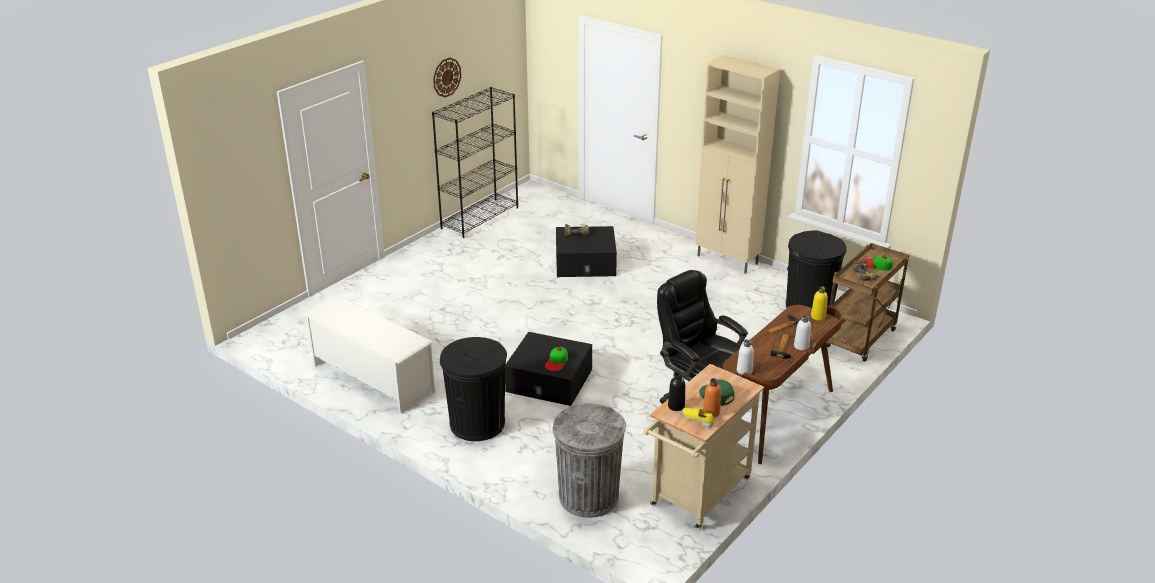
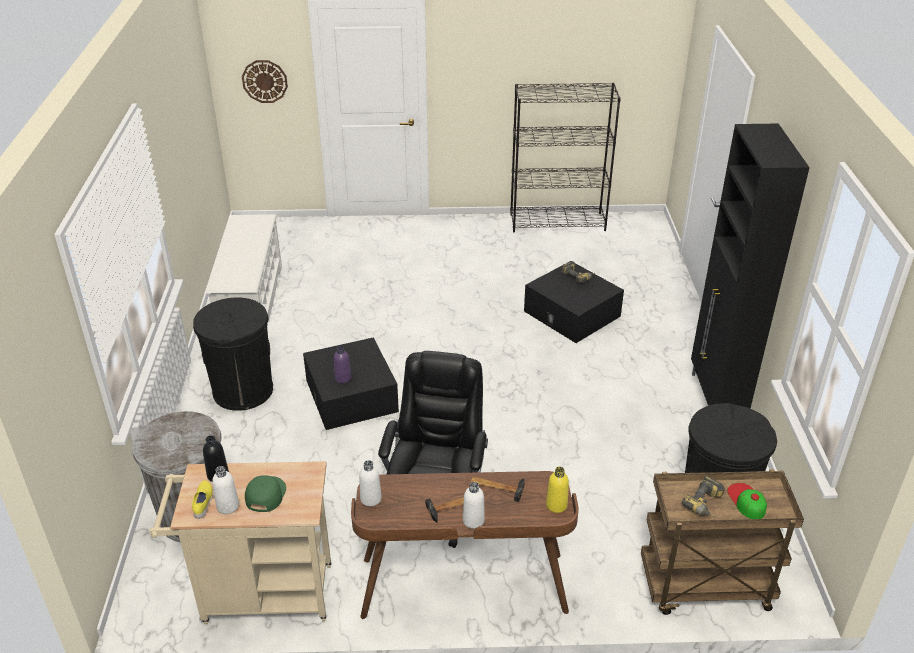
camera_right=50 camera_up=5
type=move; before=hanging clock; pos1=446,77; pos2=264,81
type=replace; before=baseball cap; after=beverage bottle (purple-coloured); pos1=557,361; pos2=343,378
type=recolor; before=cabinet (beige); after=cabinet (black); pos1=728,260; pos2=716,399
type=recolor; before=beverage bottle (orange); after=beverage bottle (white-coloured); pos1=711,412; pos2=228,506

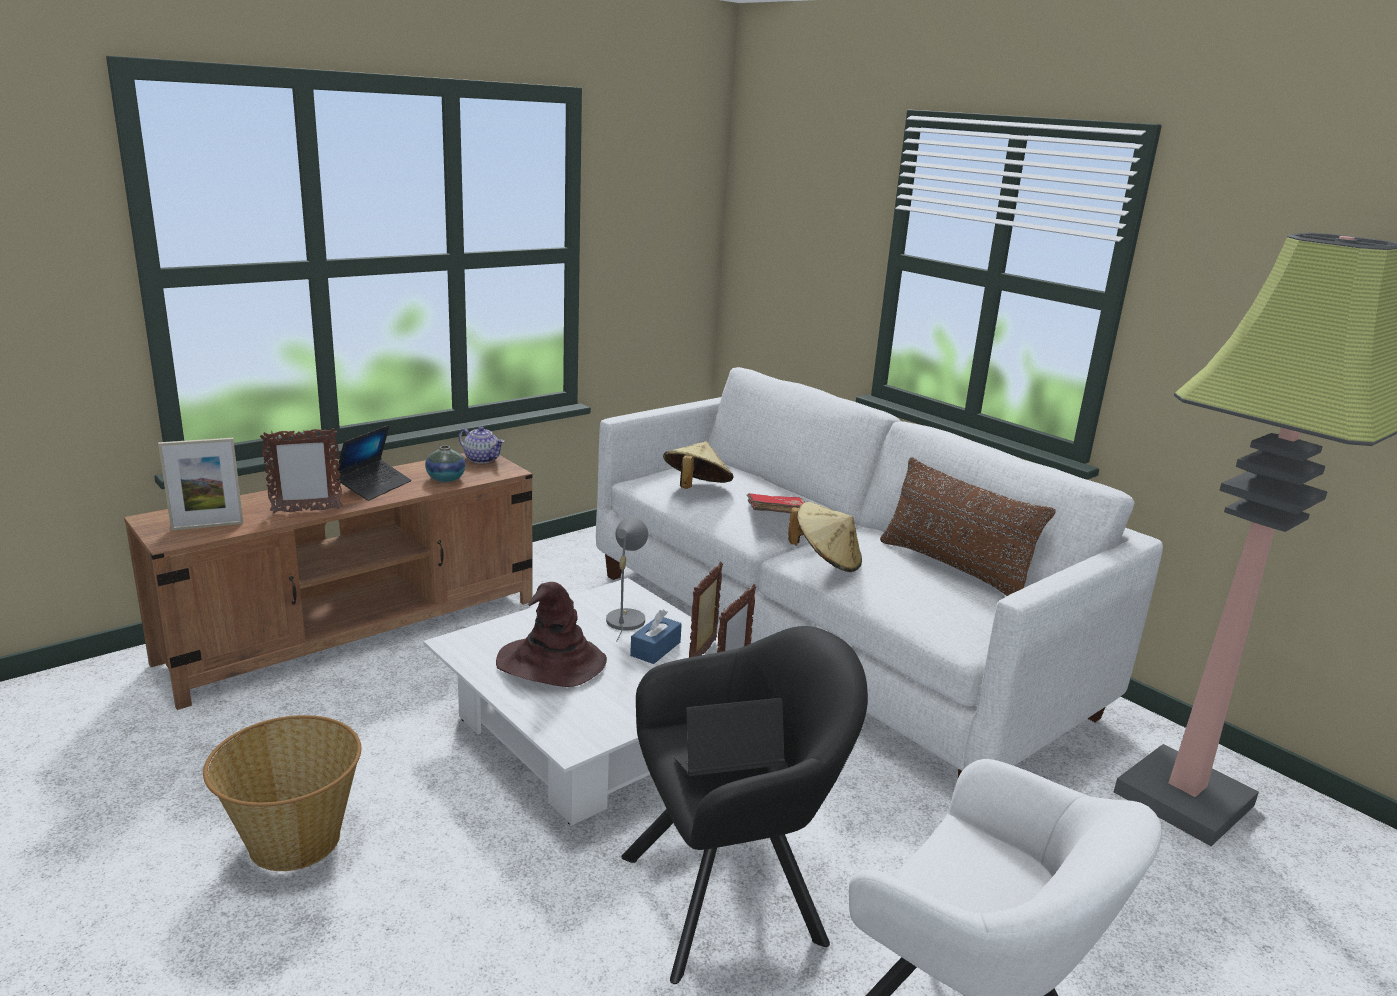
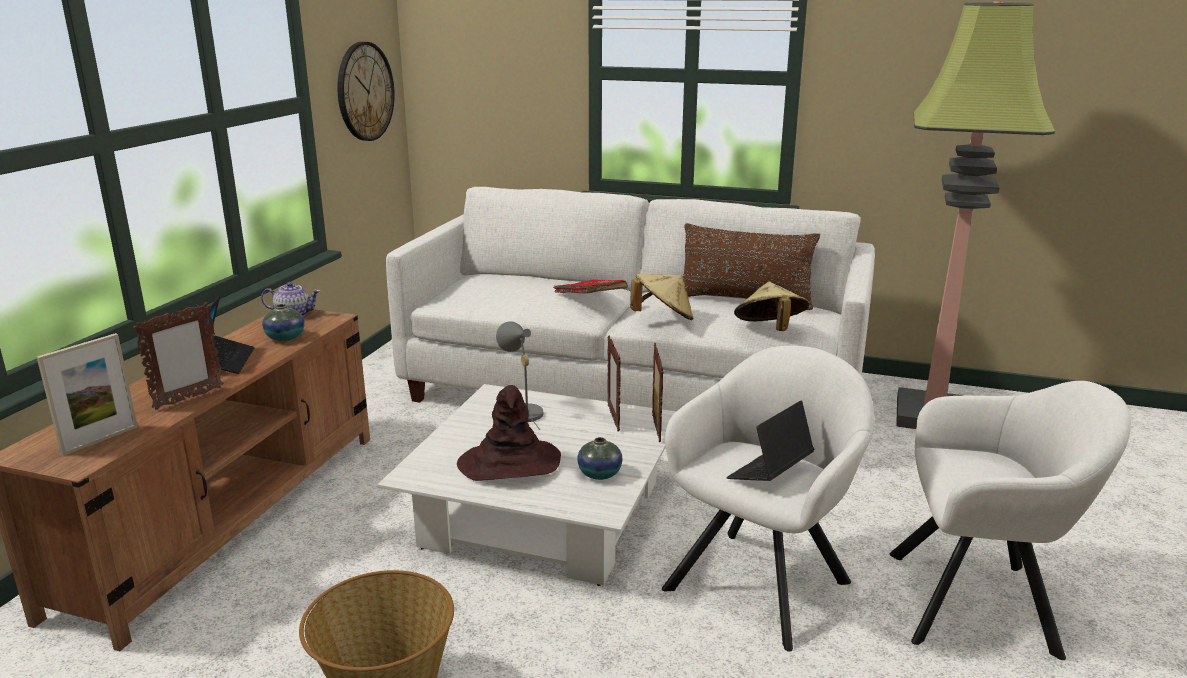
camera_right=-30 camera_up=0
type=recolor; before=lounge chair (black); after=lounge chair (white-coloured); pos1=734,896; pos2=763,580
type=delete; before=tissue box (bluish); pos1=655,649
type=move; before=hat (beige); pos1=696,489; pos2=769,330
type=insert; after=hanging clock; pos2=364,91
type=insert; after=decorative vase; pos2=599,474

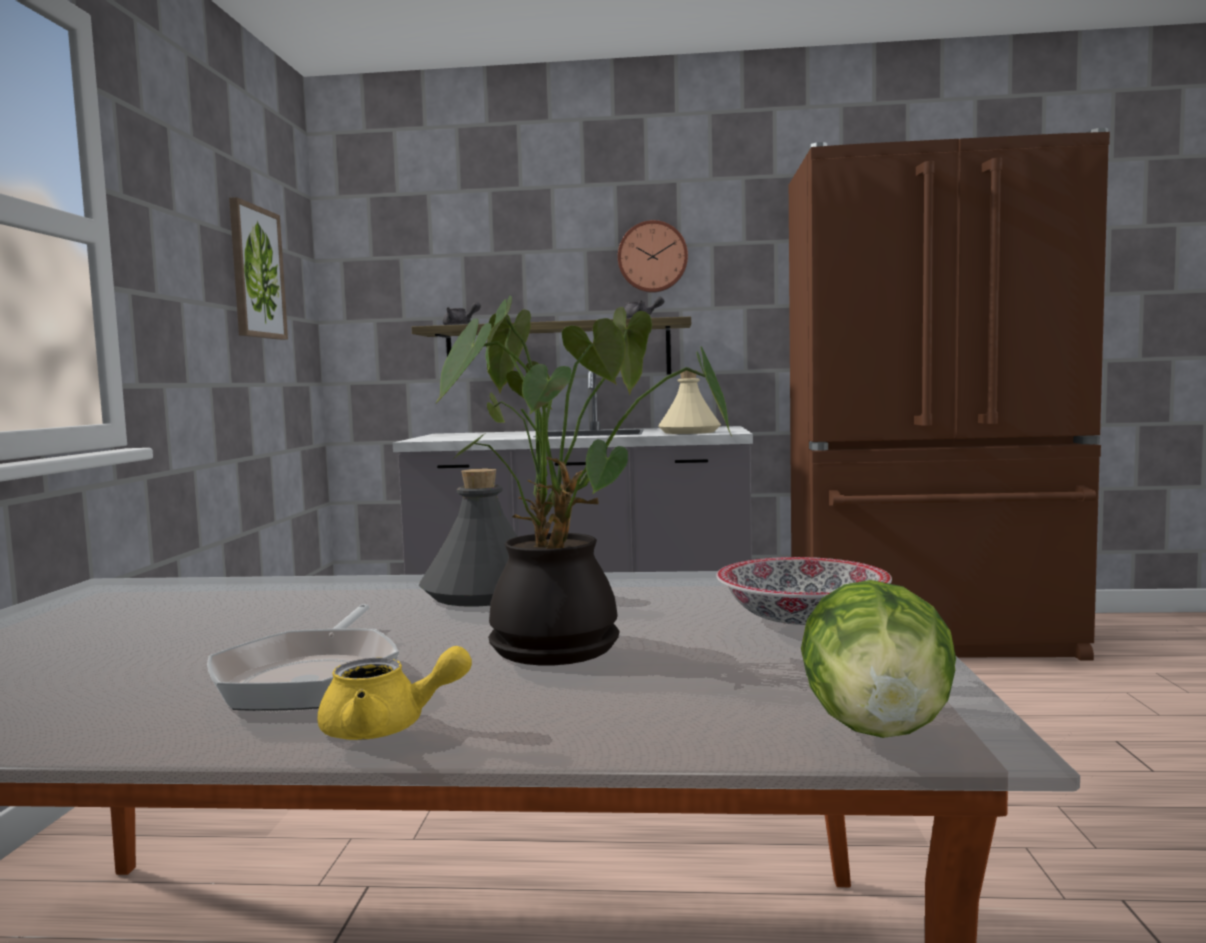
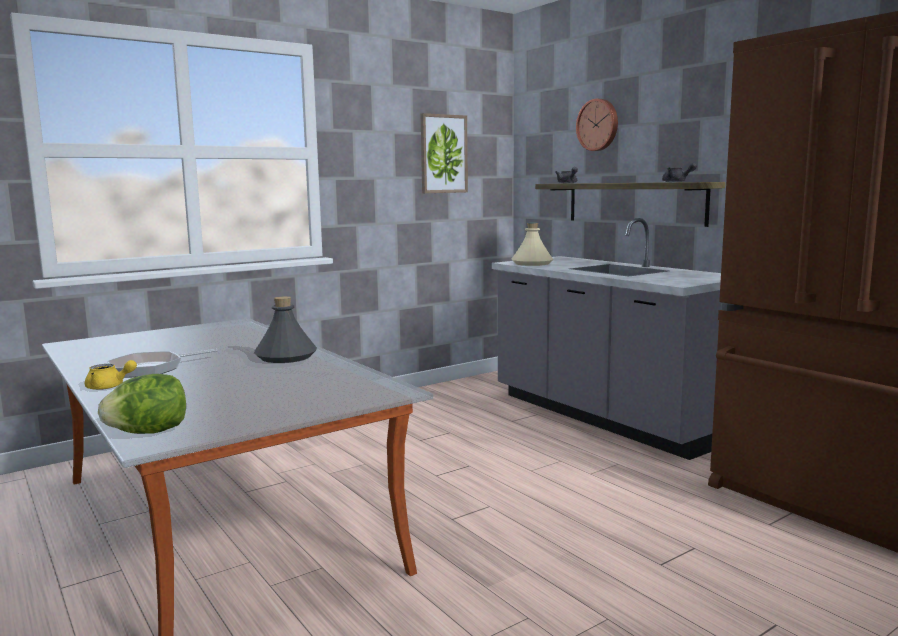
camera_right=50 camera_up=5
type=rotate; before=tea pot (yellowish); pos1=387,728; pos2=109,387; turn=-45
type=delete; before=houseplant; pos1=567,648
type=move; before=hanging clock; pos1=652,257; pos2=598,125
type=move; before=beverage bottle (beige); pos1=690,432; pos2=532,263
type=delete; before=bowl; pos1=804,619

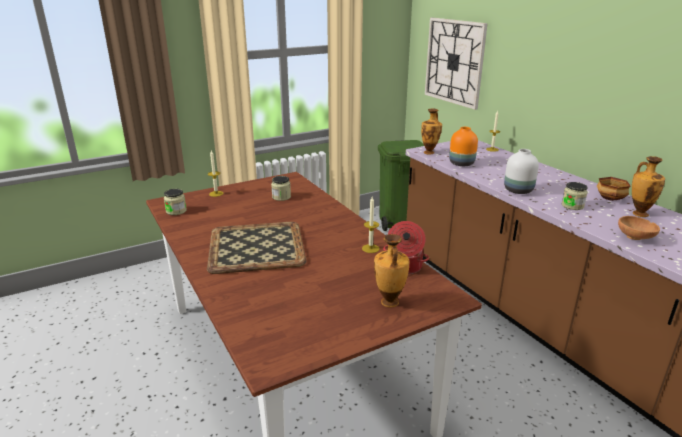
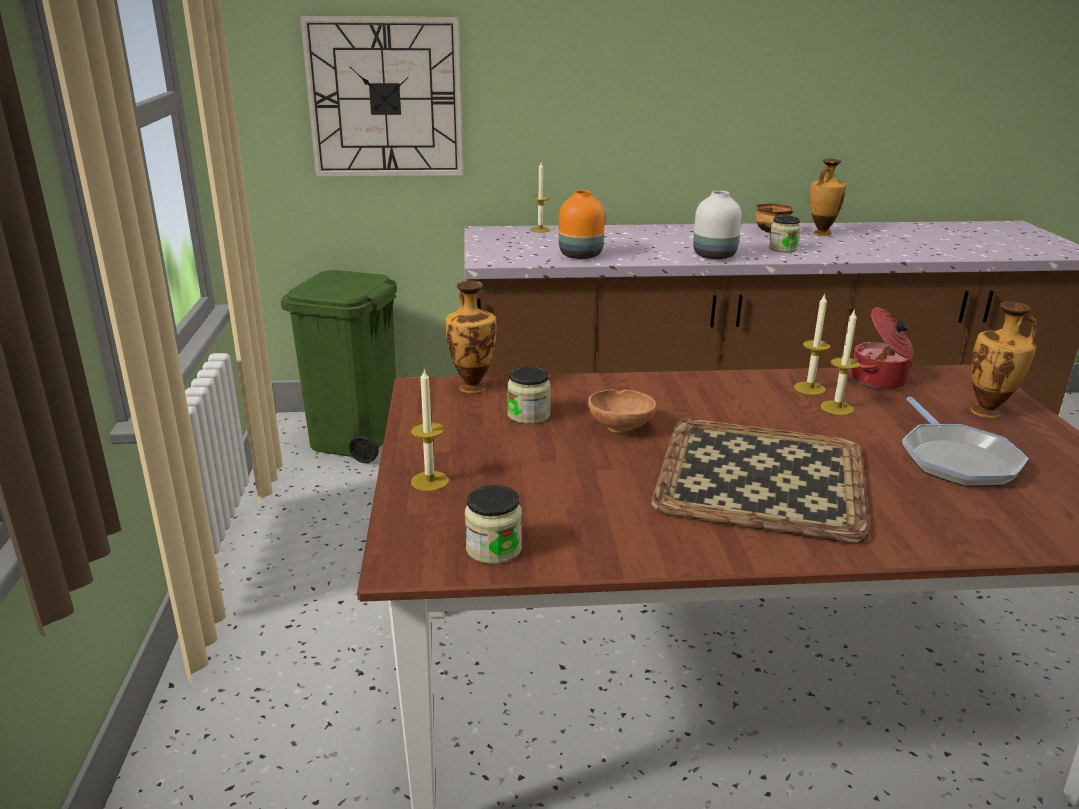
camera_right=-65 camera_up=0
type=move; before=decorative vase; pos1=429,152; pos2=472,387
type=move; before=bowl (brownish); pos1=636,238; pos2=622,427
type=insert; after=wax light; pos2=837,408
type=insert; after=frying pan; pos2=956,459

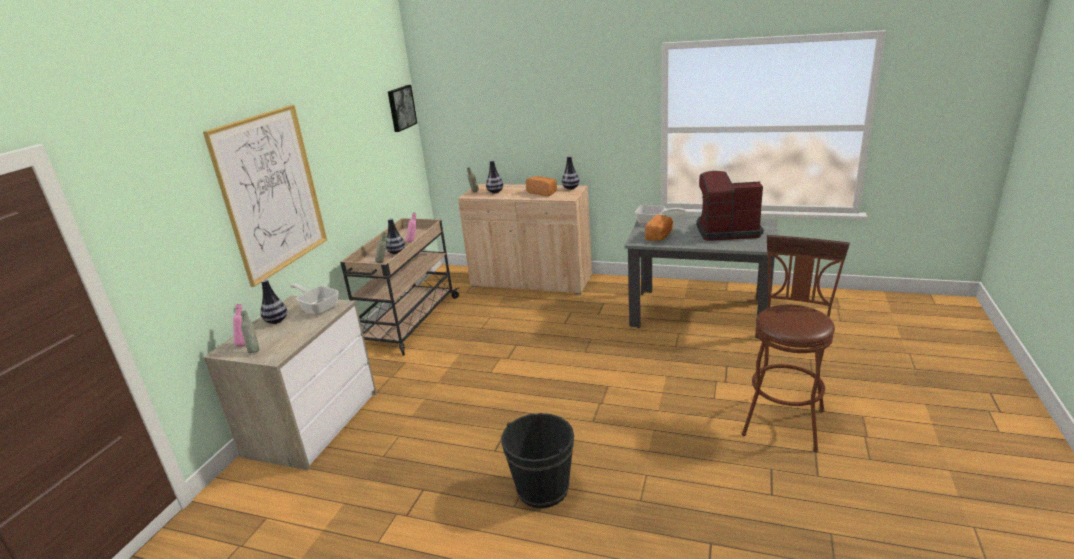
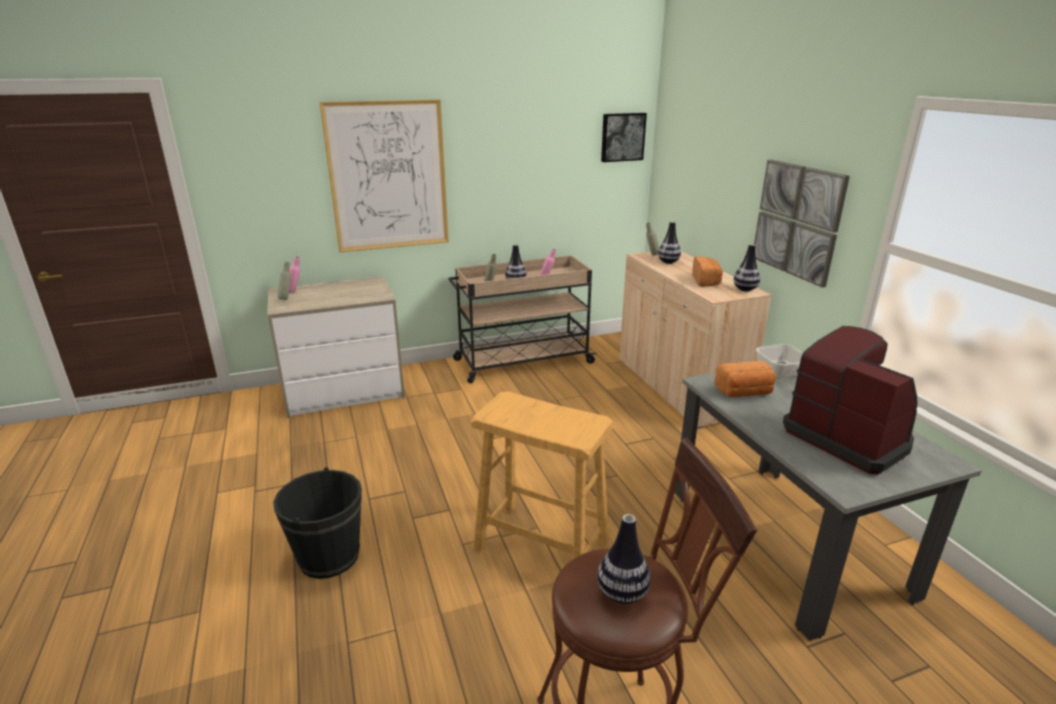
camera_right=50 camera_up=0
type=move; before=decorative vase; pos1=276,321; pos2=622,593
type=delete; before=frying pan; pos1=318,307
type=insert; after=stool (beige); pos2=542,545
type=insert; after=wall picture; pos2=797,221

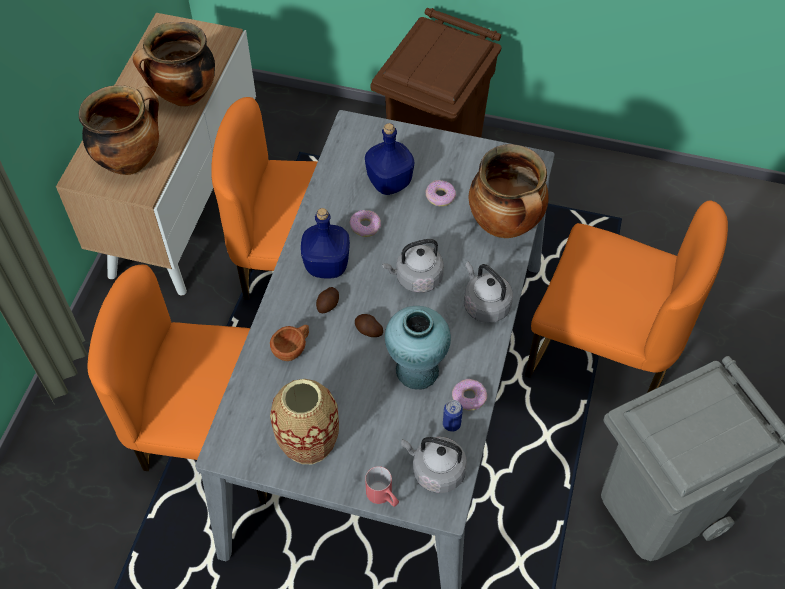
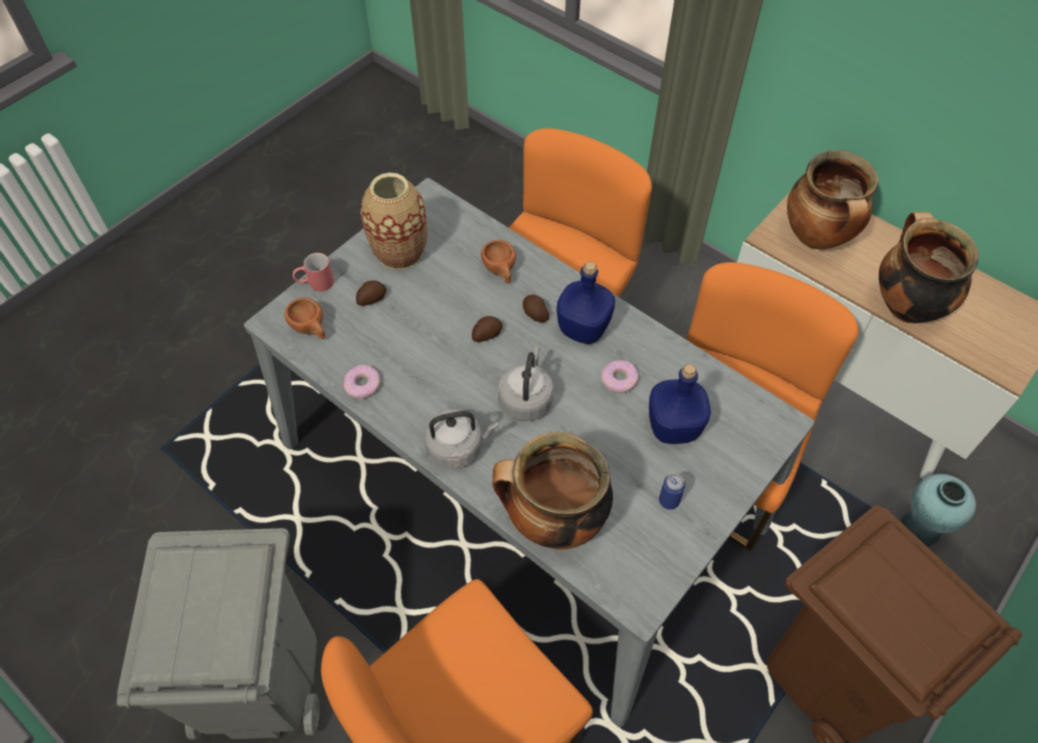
camera_right=115 camera_up=0
type=move; before=decorative vase (turquoise-coloured); pos1=417,371; pos2=920,528
type=replace; before=water kettle (greyish); after=small cup (brownish); pos1=435,471; pos2=311,329
type=delete; before=donut; pos1=440,196
type=move; before=sealed can; pos1=451,424; pos2=669,501
type=insert; after=whole potato; pos2=371,298

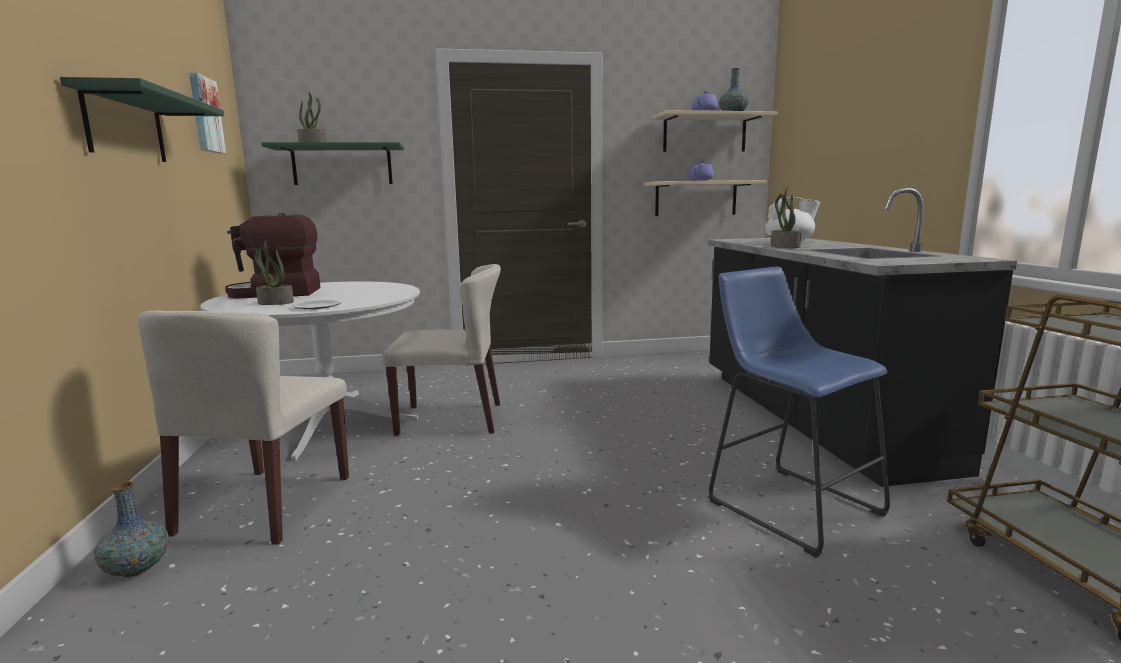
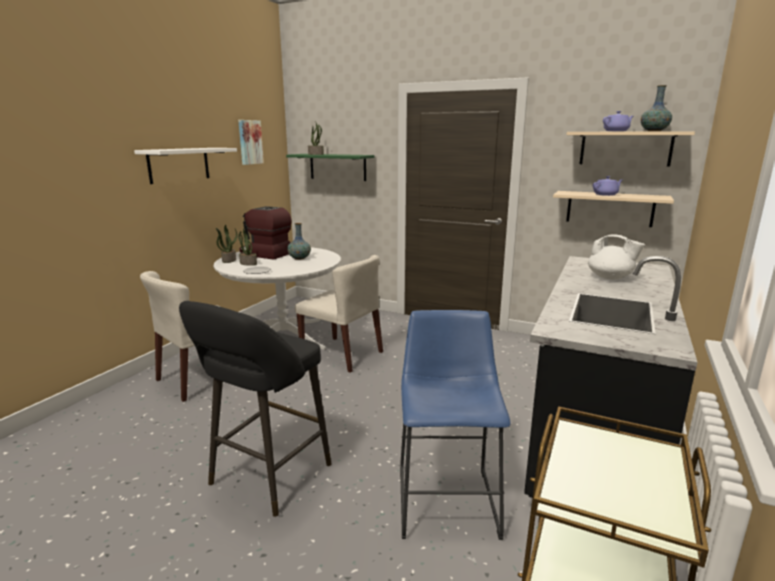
camera_right=35 camera_up=5
type=recolor; before=shelf (green-coloured); after=shelf (white-coloured); pos1=125,127; pos2=179,165
type=move; before=decorative vase; pos1=136,569; pos2=299,258
type=move; before=houseplant; pos1=784,247; pos2=229,260
type=insert; after=stool (black); pos2=266,478

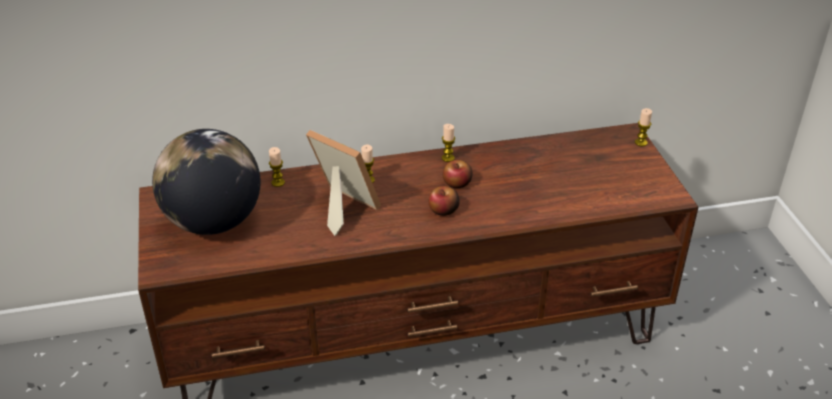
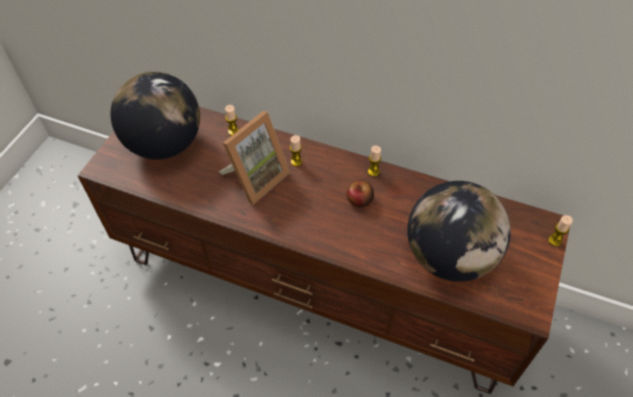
camera_right=35 camera_up=15
type=rotate; before=photo frame; pos1=341,208; pos2=255,178; turn=60
type=delete; before=apple; pos1=443,210
type=insert; after=world globe; pos2=449,257

